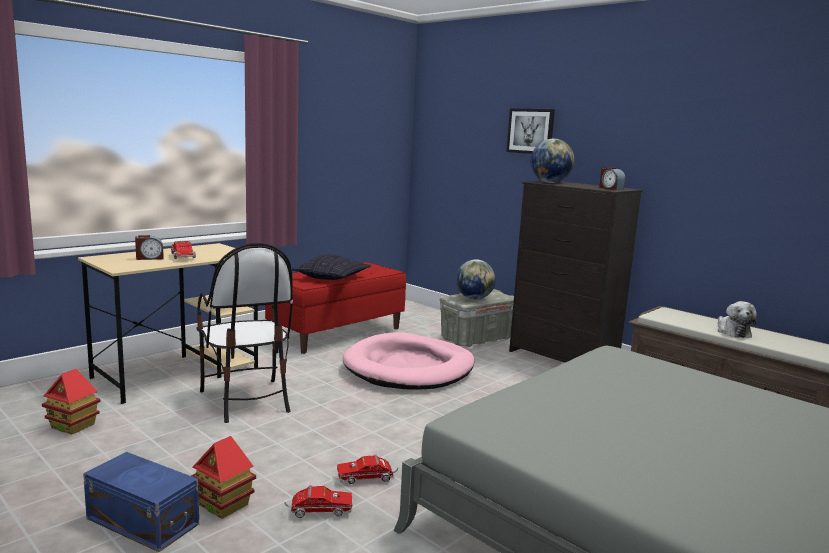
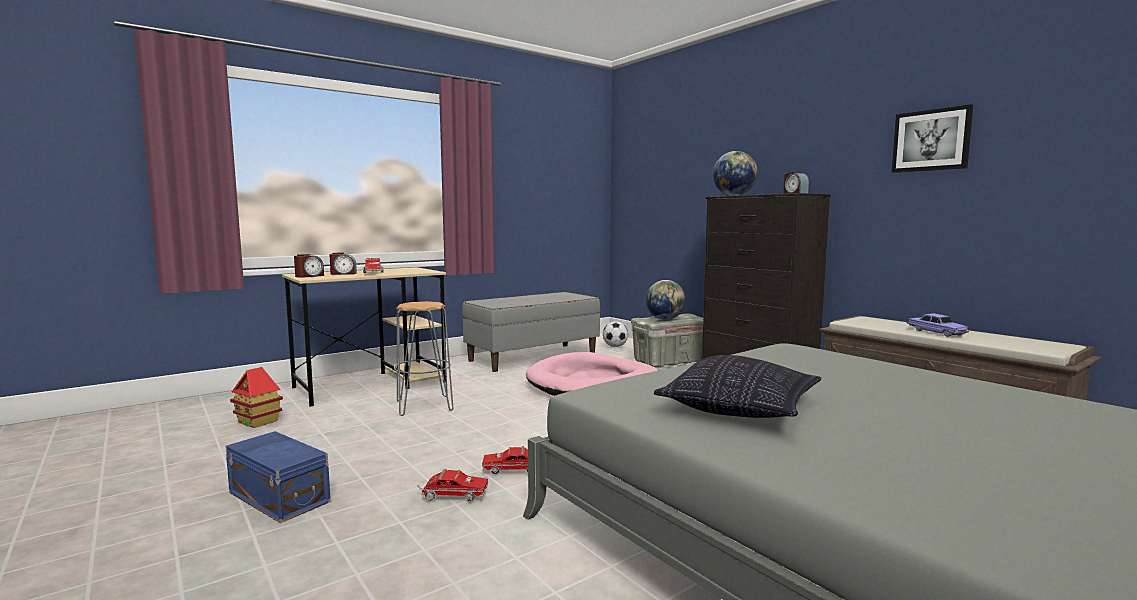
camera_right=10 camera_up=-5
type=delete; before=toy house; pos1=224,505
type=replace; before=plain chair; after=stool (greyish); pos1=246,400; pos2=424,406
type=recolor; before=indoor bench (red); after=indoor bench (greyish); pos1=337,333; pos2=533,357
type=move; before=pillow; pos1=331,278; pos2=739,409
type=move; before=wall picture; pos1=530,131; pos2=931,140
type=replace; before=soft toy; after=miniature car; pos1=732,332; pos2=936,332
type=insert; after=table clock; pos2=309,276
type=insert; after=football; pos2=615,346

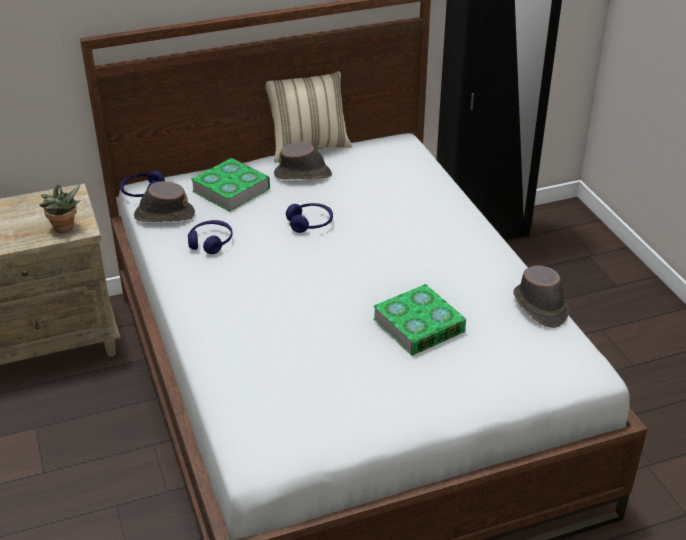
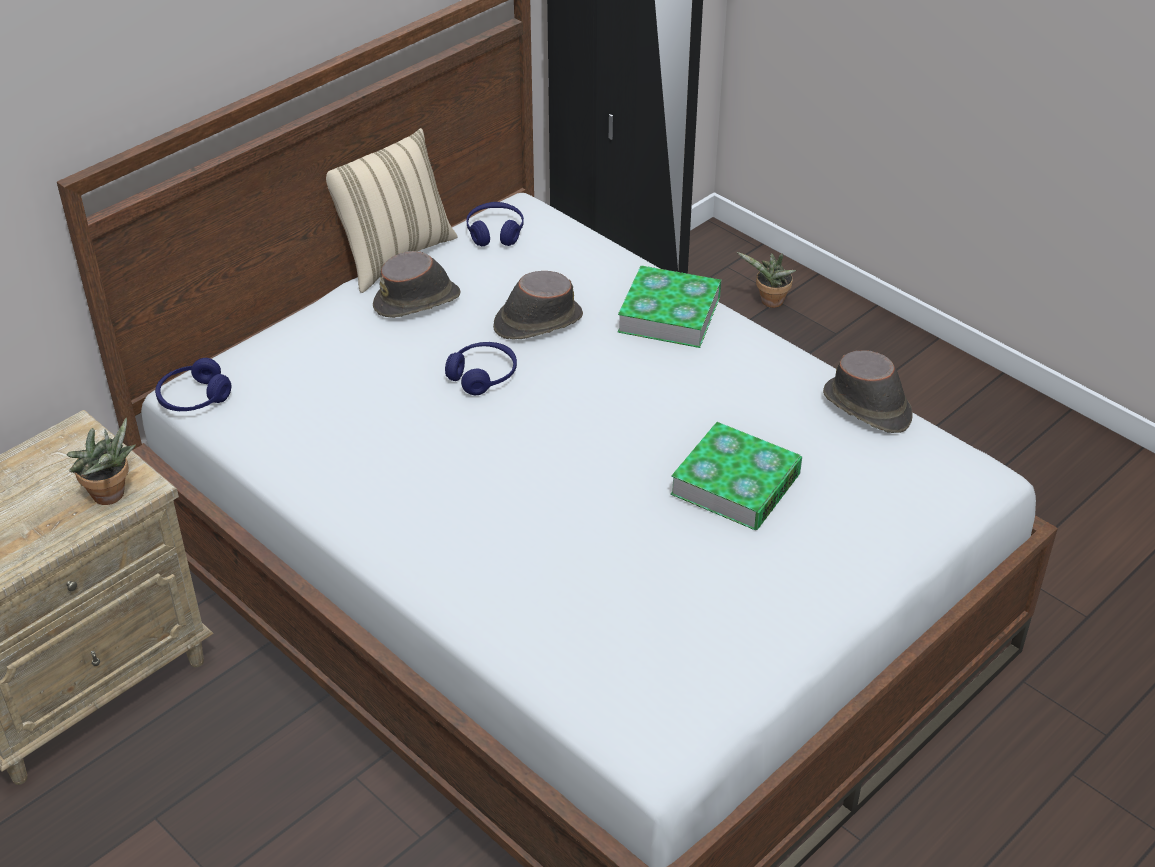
camera_right=-25 camera_up=5
type=move; before=hat (brownish); pos1=164,215; pos2=537,321
type=move; before=headset (bluish); pos1=211,242; pos2=495,232
type=move; before=bound book; pos1=231,190; pos2=669,314
type=insert; after=houseplant; pos2=769,302

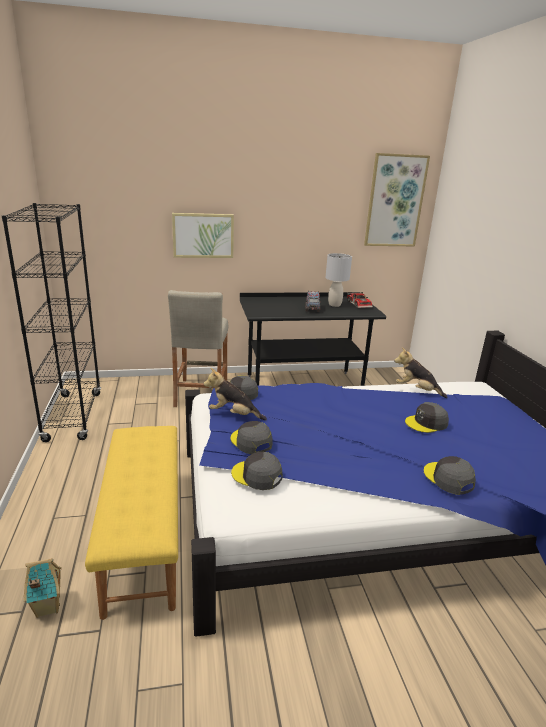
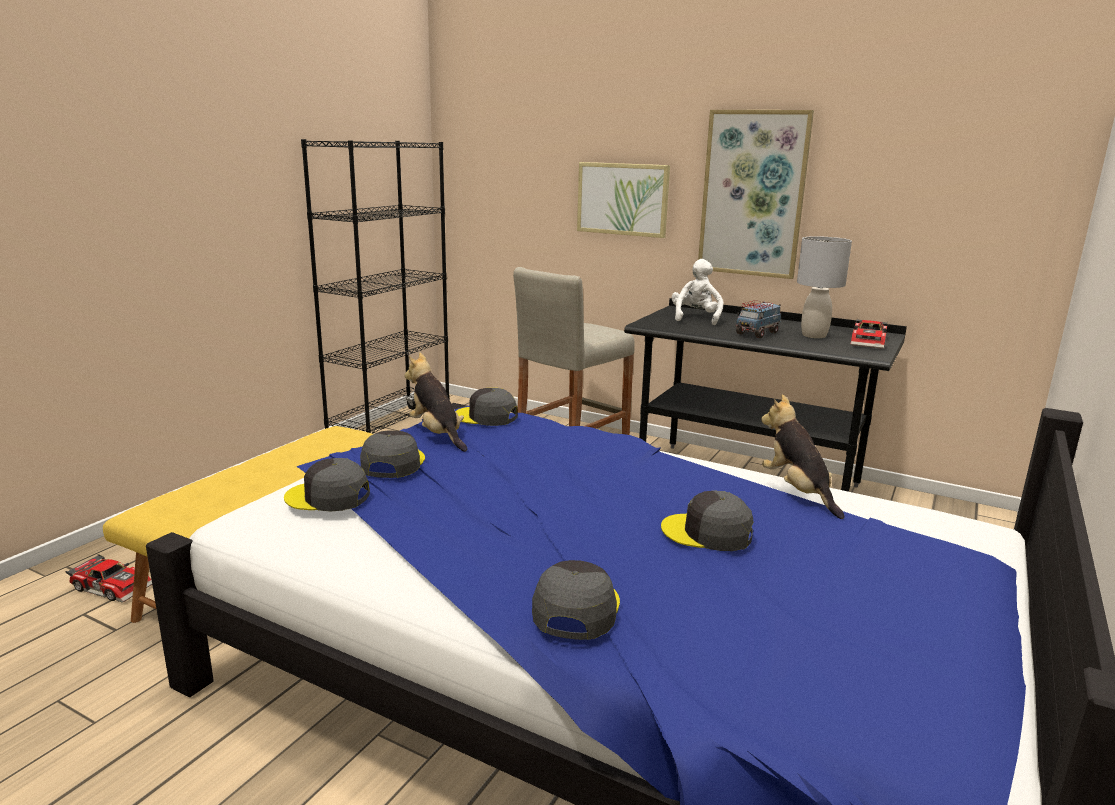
camera_right=40 camera_up=-5
type=replace; before=toy house; after=miniature car; pos1=47,607; pos2=114,586
type=rotate; before=baseball cap (greyish); pos1=257,475; pos2=328,497; turn=-60
type=move; before=wall picture; pos1=395,201; pos2=753,194
type=insert; after=soft toy (white-coloured); pos2=695,318

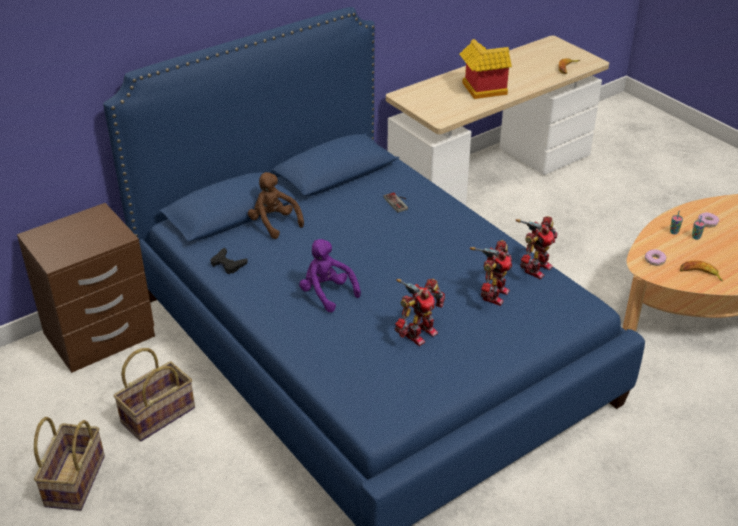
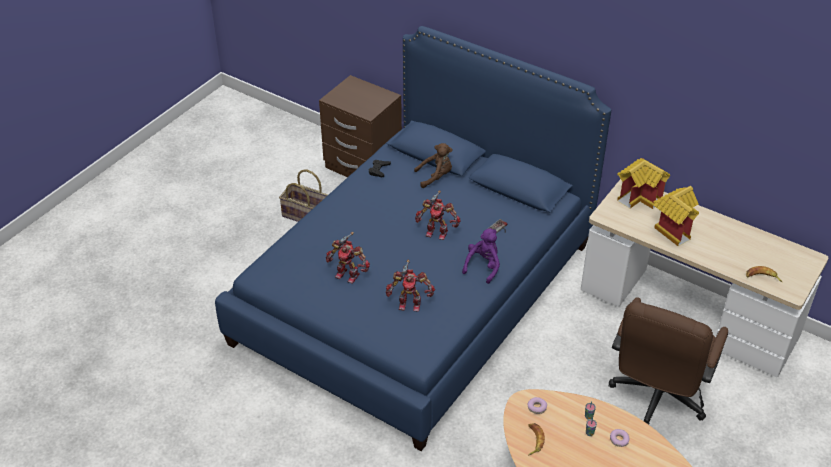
camera_right=70 camera_up=5
type=delete; before=storage basket; pos1=74,480
type=rotate; before=soft toy (brownish); pos1=274,223; pos2=435,176; turn=45
type=move; before=soft toy (purple-coloured); pos1=327,293; pos2=483,266
type=move; before=toy robot; pos1=535,268; pos2=437,232
type=insert; after=office chair (brownish); pos2=656,399
type=insert; after=toy house; pos2=640,197

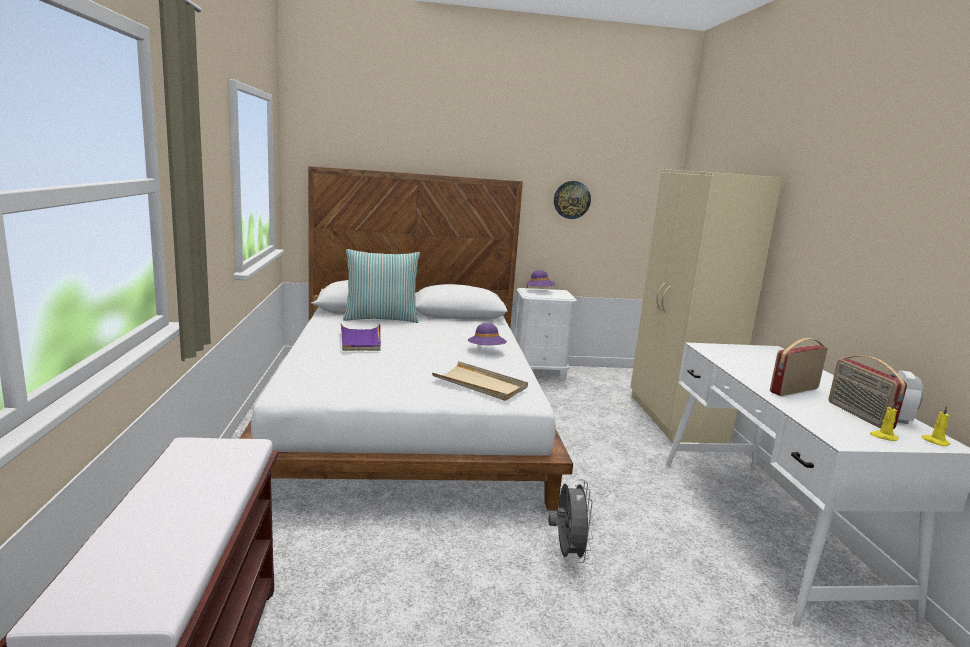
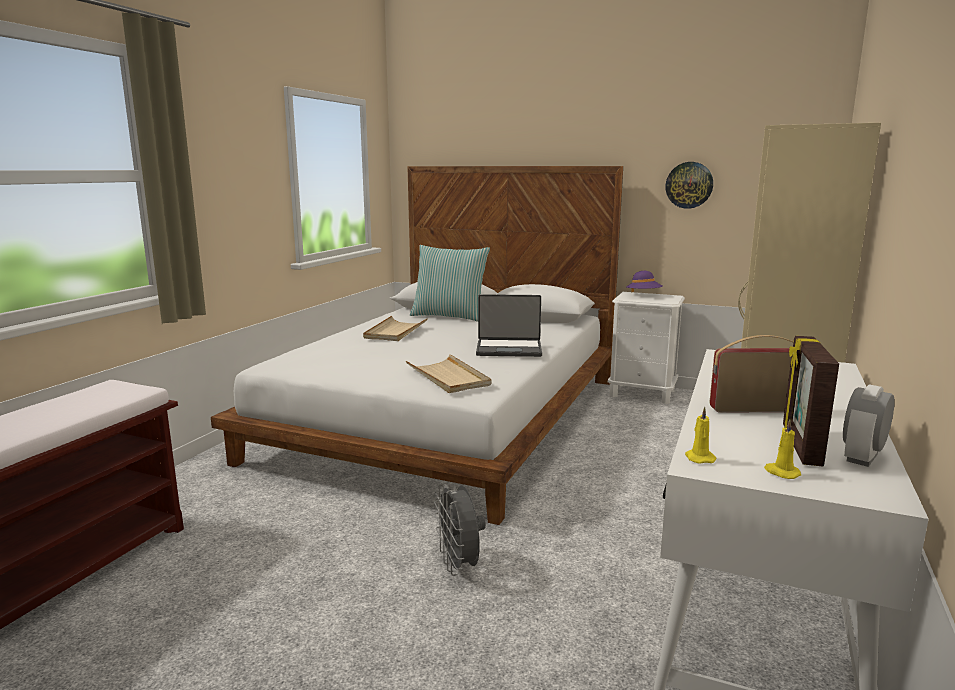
camera_right=30 camera_up=0
type=recolor; before=carrying tray (purple-coloured); after=carrying tray (beige); pos1=360,340; pos2=395,331
type=replace; before=hat (purple-coloured); after=laptop; pos1=486,350; pos2=509,349
type=rotate; before=fan (greyish); pos1=567,554; pos2=459,566; turn=135
type=replace; before=radio set; after=photo frame; pos1=858,415; pos2=799,446
type=move; before=wax light (yellowish); pos1=934,441; pos2=699,458

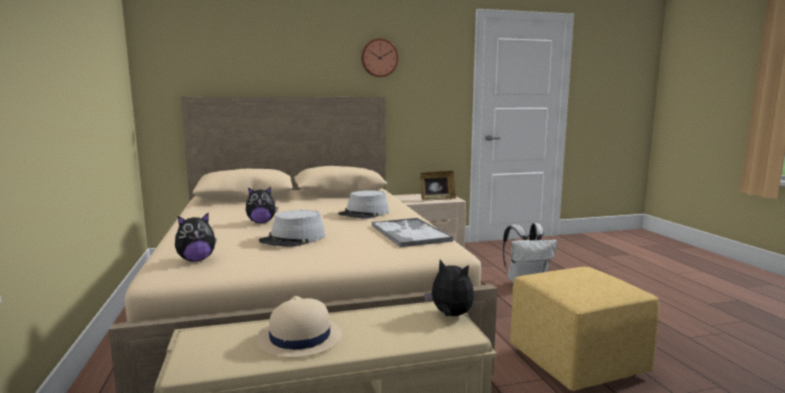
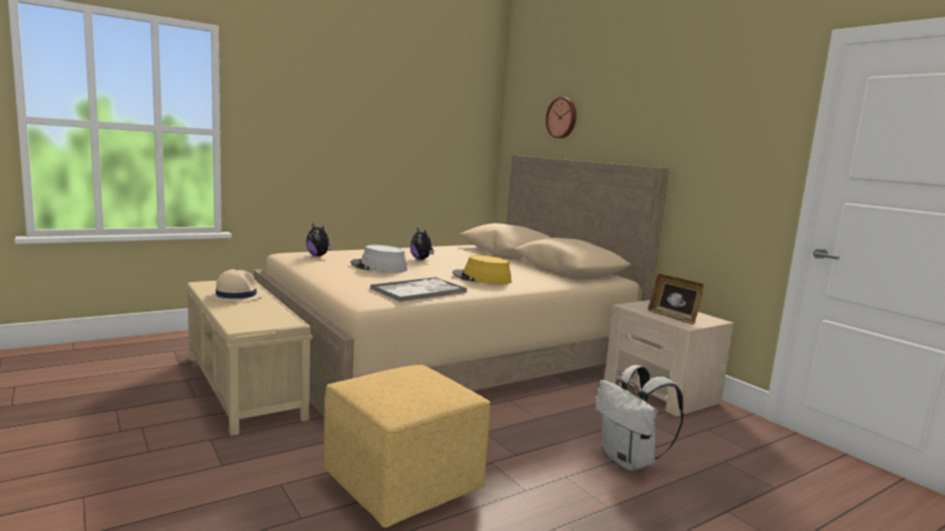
camera_right=70 camera_up=0
type=recolor; before=hat (greyish); after=hat (yellowish); pos1=364,213; pos2=481,278
type=move; before=hanging clock; pos1=379,58; pos2=562,118
type=delete; before=soft toy; pos1=450,315

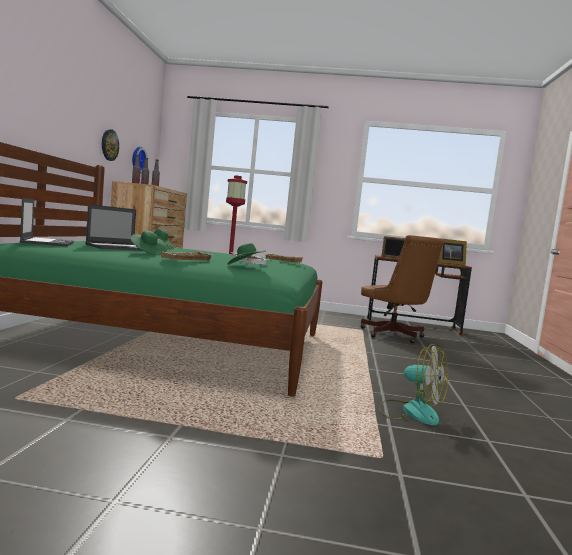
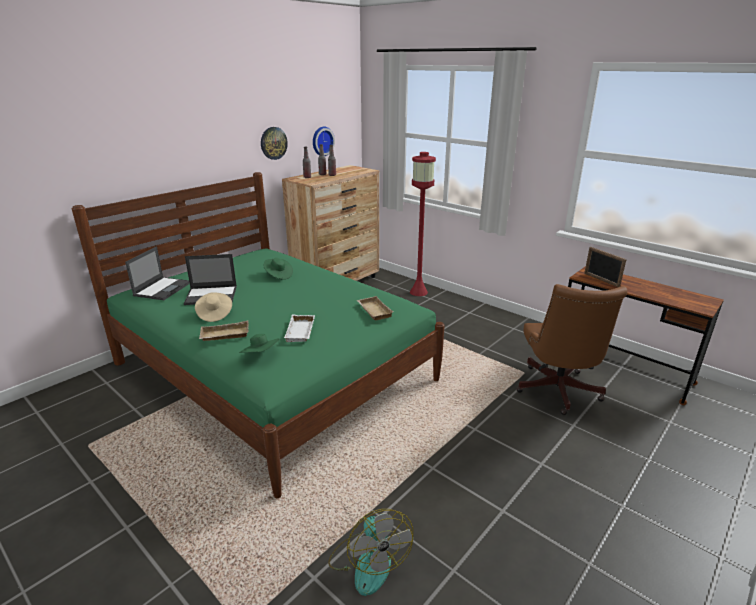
camera_right=35 camera_up=20
type=recolor; before=hat (green-coloured); after=hat (beige); pos1=147,253; pos2=214,314
type=delete; before=photo frame; pos1=449,263

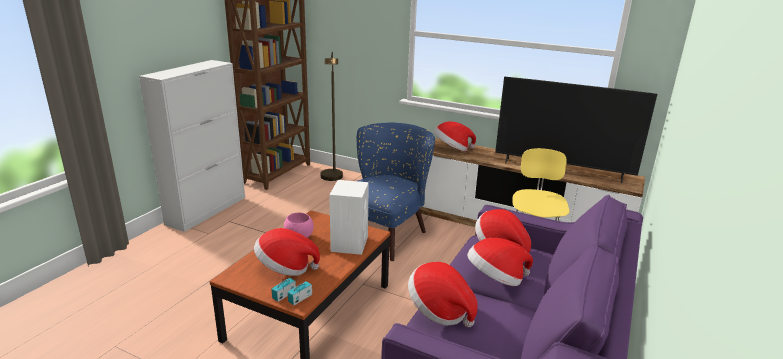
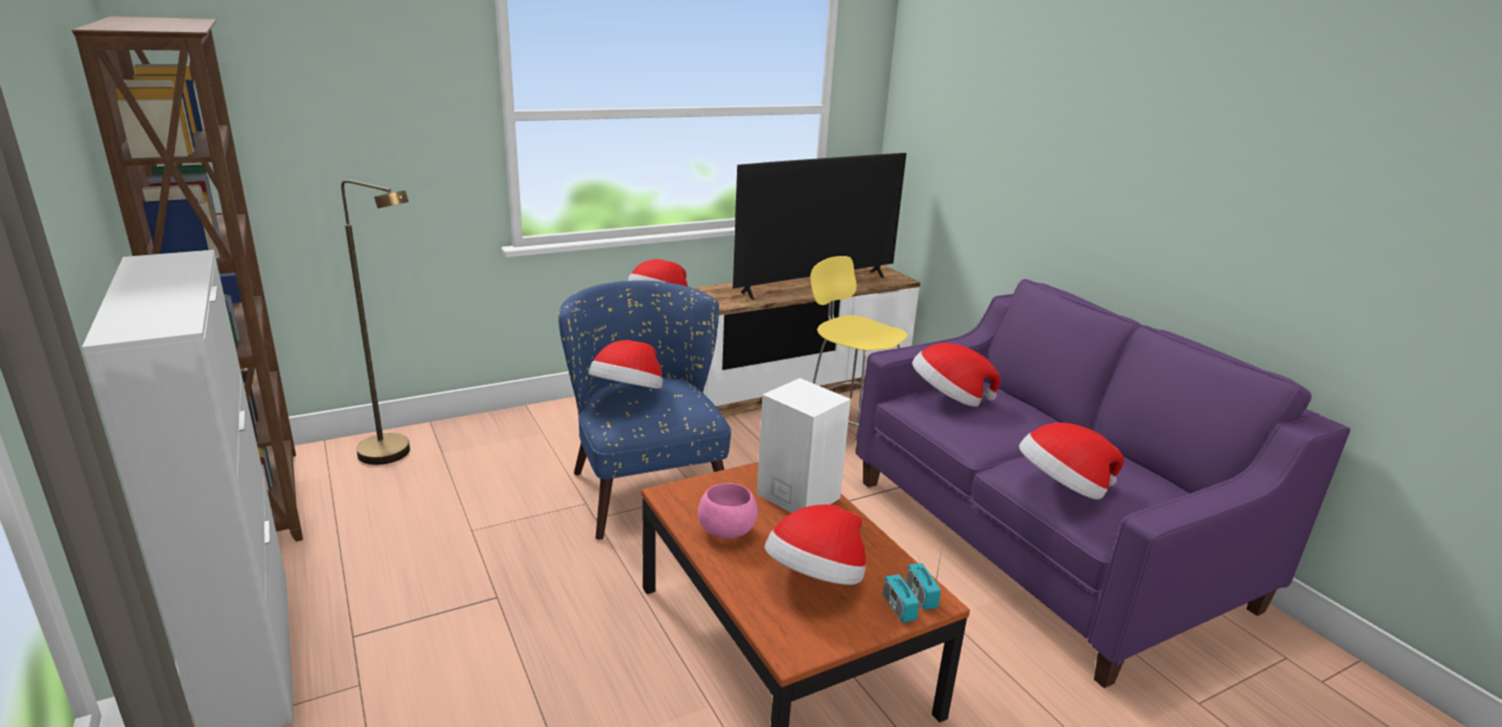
camera_right=-55 camera_up=0
type=move; before=hat; pos1=496,279; pos2=628,395

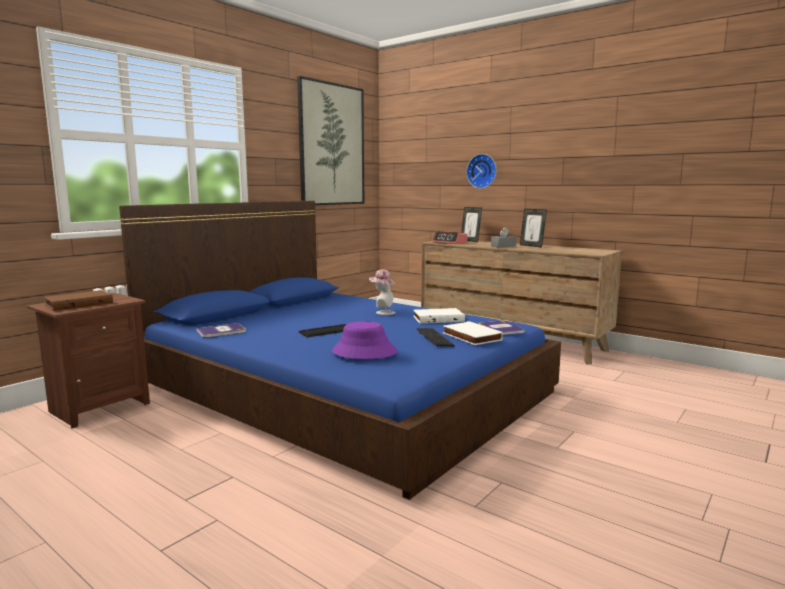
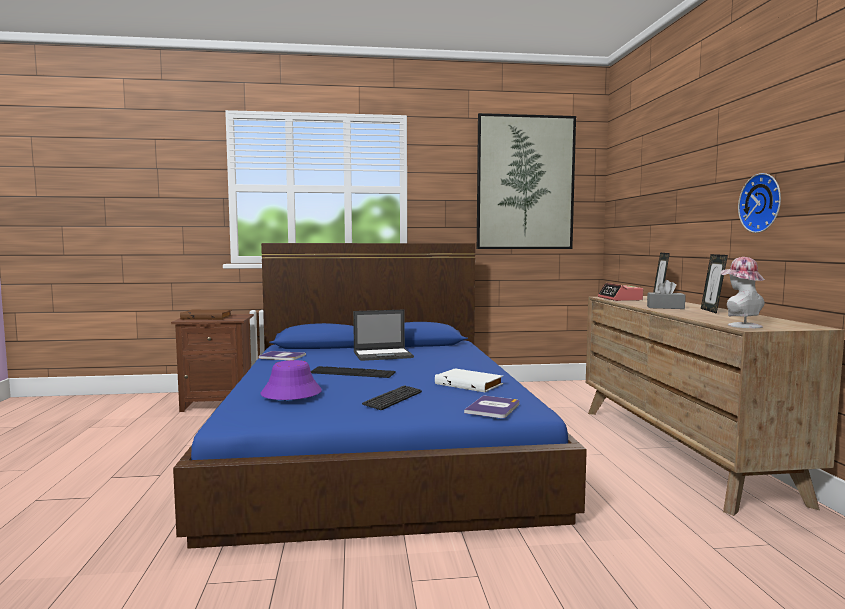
camera_right=45 camera_up=-5
type=move; before=hat; pos1=382,312; pos2=740,325
type=delete; before=bound book (white-coloured); pos1=470,337
type=move; before=hanging clock; pos1=482,171; pos2=763,203
type=insert; after=laptop; pos2=383,355

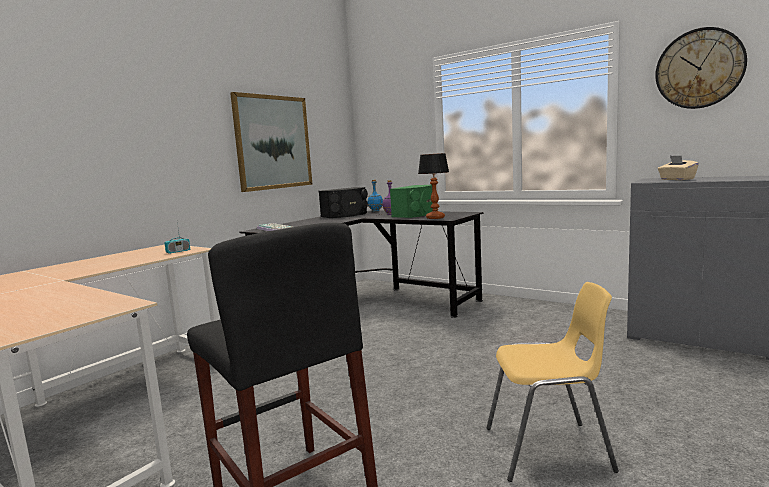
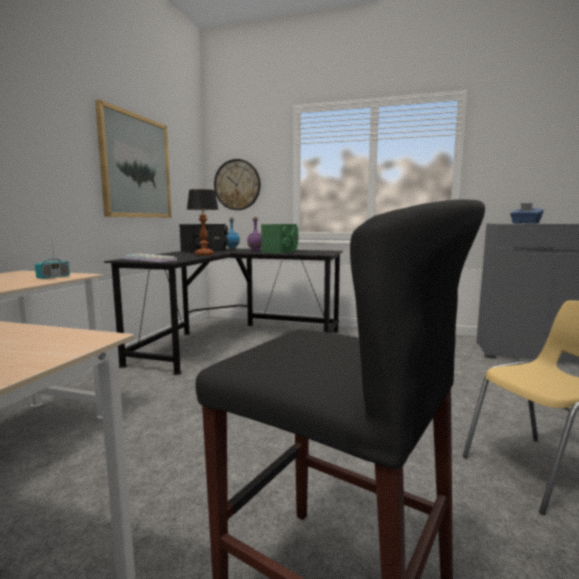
camera_right=-20 camera_up=0
type=move; before=table lamp; pos1=436,218; pos2=204,255
type=move; before=hanging clock; pos1=699,69; pos2=237,185
type=recolor; before=tissue box (beige); after=tissue box (bluish); pos1=676,179; pos2=525,223

